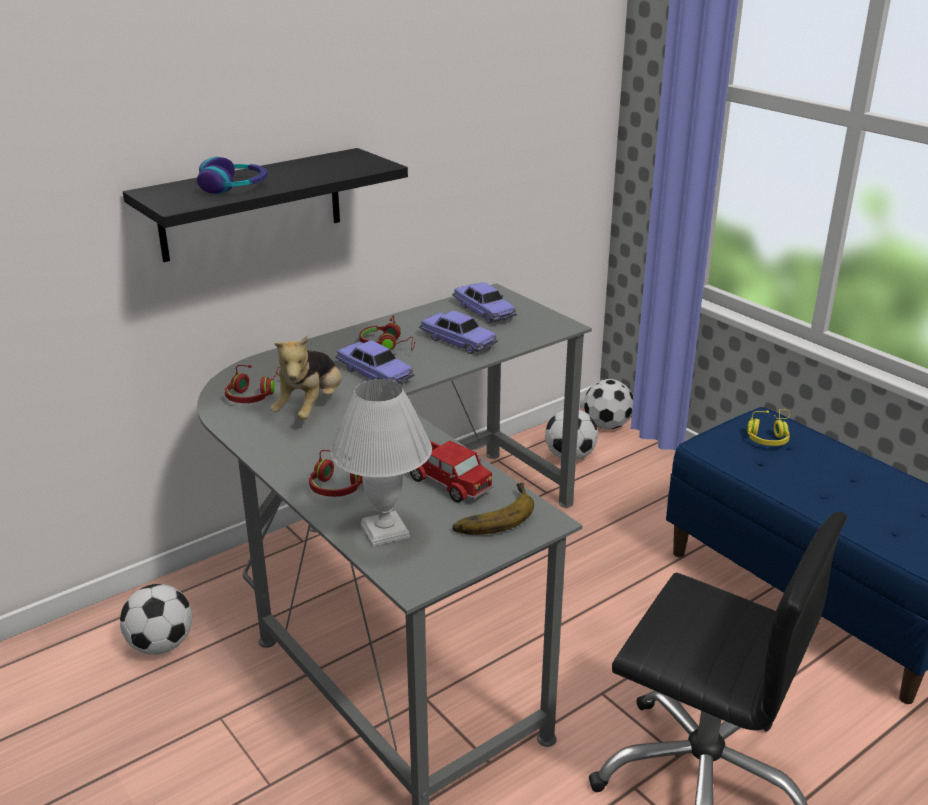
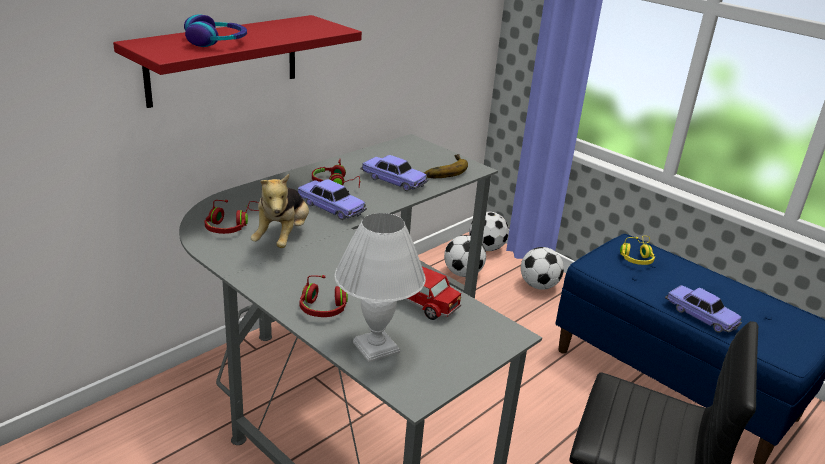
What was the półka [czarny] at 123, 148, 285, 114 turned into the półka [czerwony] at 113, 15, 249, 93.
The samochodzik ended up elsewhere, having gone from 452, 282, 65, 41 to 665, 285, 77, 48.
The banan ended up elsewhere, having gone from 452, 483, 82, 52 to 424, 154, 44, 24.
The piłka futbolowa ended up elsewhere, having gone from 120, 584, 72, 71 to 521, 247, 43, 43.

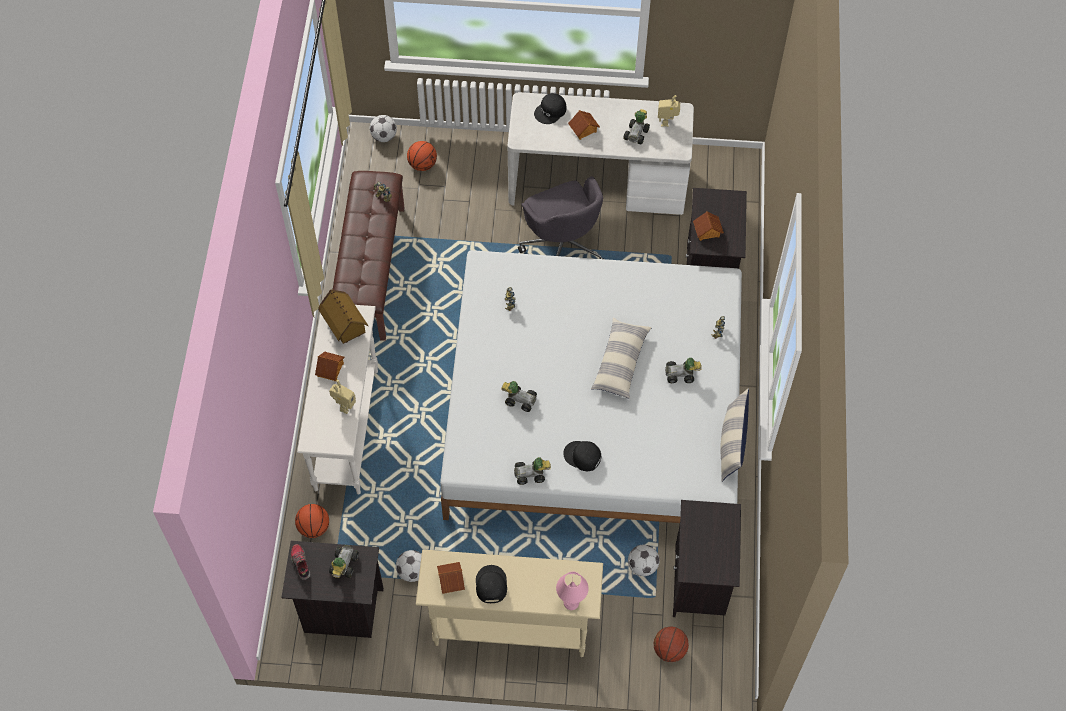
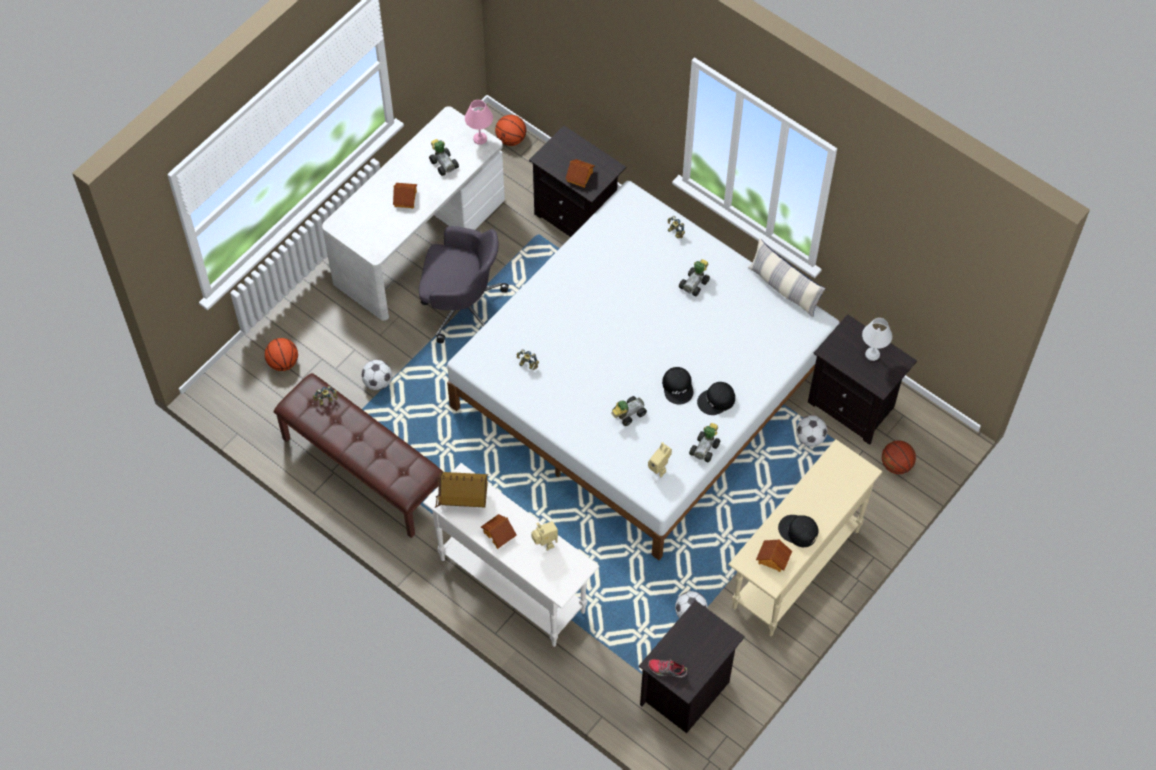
The czapka z daszkiem [czarny] ended up elsewhere, having gone from 534, 93, 33, 31 to 662, 367, 31, 37.
The robot zabawkowy ended up elsewhere, having gone from 658, 95, 22, 32 to 648, 442, 24, 35.
The piłka futbolowa ended up elsewhere, having gone from 370, 115, 27, 27 to 361, 360, 31, 30.
The second view lost the poduszka at 591, 318, 60, 81.
The piłka do koszykówki ended up elsewhere, having gone from 295, 504, 34, 34 to 495, 115, 31, 31.
The second view lost the samochodzik at 329, 545, 30, 33.
The lampa stołowa [różowy] ended up elsewhere, having gone from 556, 571, 33, 39 to 465, 100, 28, 45.
The second view gained the lampa stołowa [biały] at 862, 318, 30, 43.

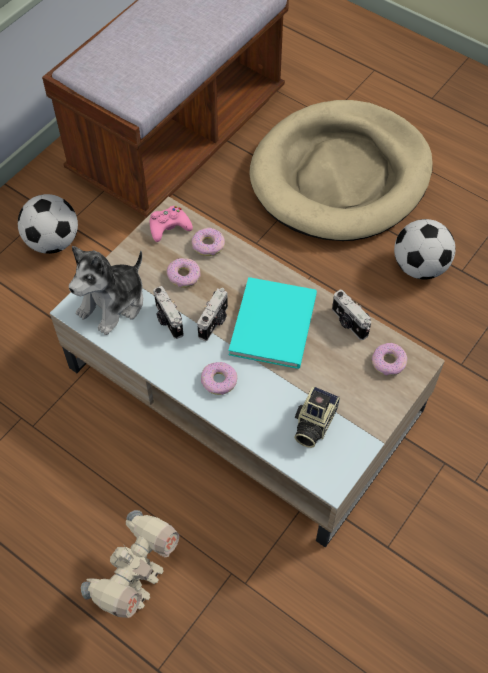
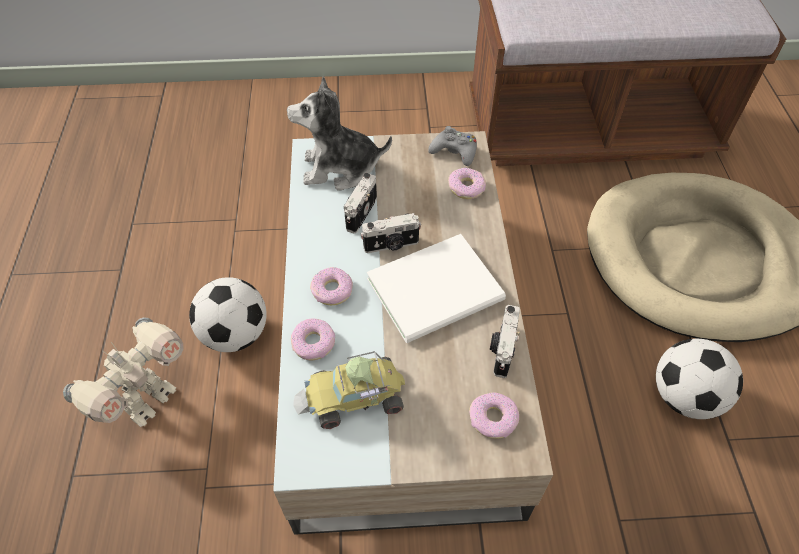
The piłka futbolowa ended up elsewhere, having gone from 18, 194, 60, 60 to 189, 277, 78, 75.
What was the pad do gier [różowy] at 150, 206, 43, 36 turned into the pad do gier [szary] at 428, 126, 49, 40.
The donut ended up elsewhere, having gone from 166, 258, 35, 30 to 291, 318, 44, 42.
What was the książka [turkusowy] at 229, 277, 88, 92 turned into the książka [biały] at 367, 234, 139, 109.
Where the aparat fotograficzny stood at 294, 386, 46, 62, the samochodzik came to stand at 293, 351, 112, 78.
The robot zabawkowy at 81, 510, 98, 108 ended up facing another way, 45 degrees counterclockwise from before.

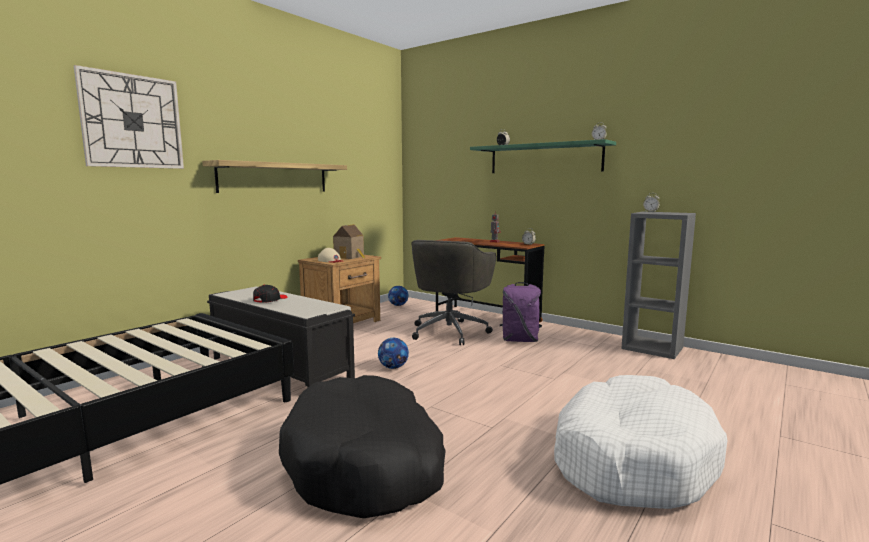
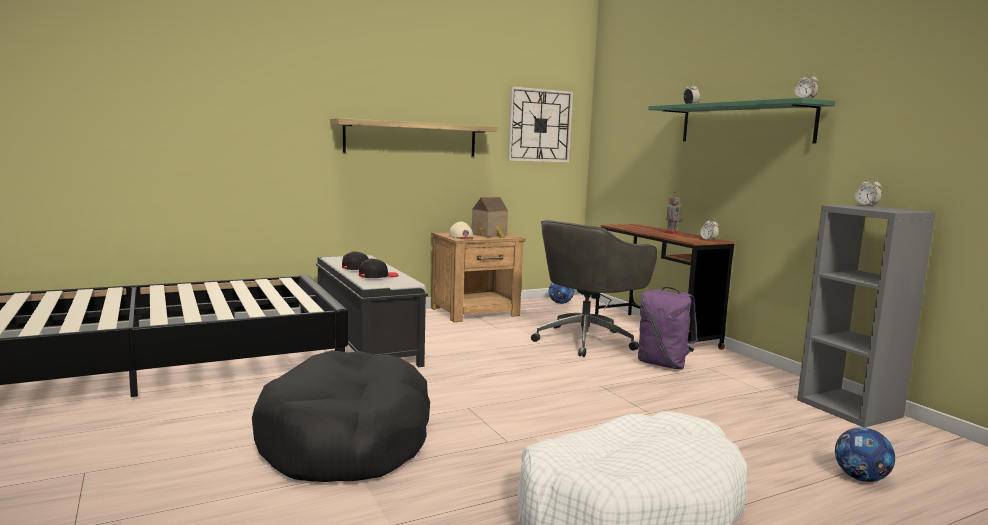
The zegar ścienny ended up elsewhere, having gone from 74, 65, 110, 104 to 508, 86, 65, 76.
The piłka futbolowa ended up elsewhere, having gone from 378, 338, 31, 31 to 835, 427, 60, 55.
The second view gained the czapka z daszkiem [czarny] at 359, 258, 40, 20.

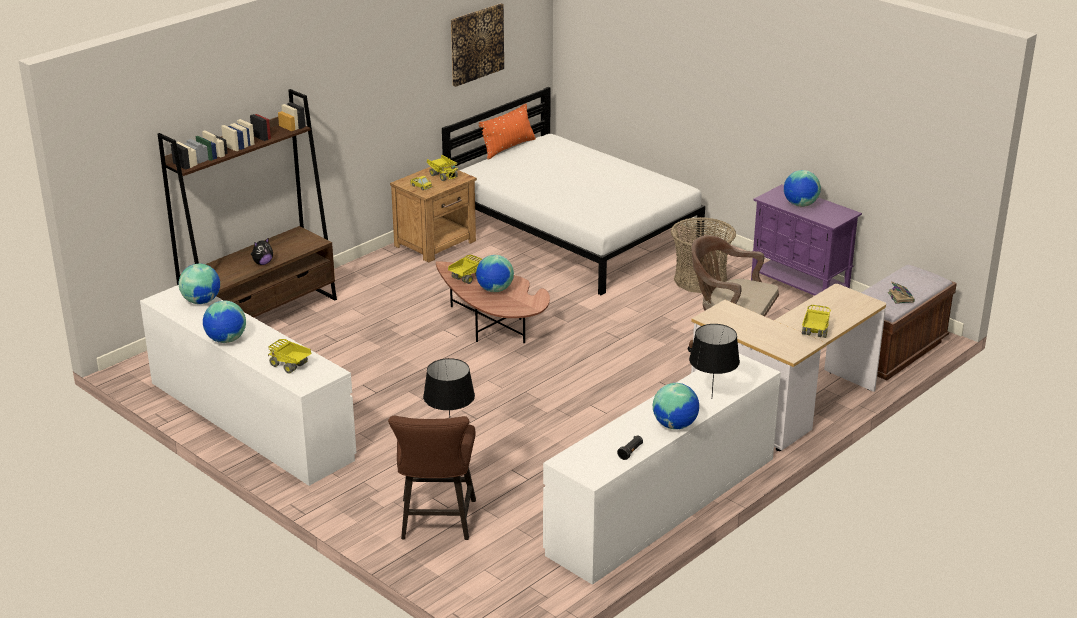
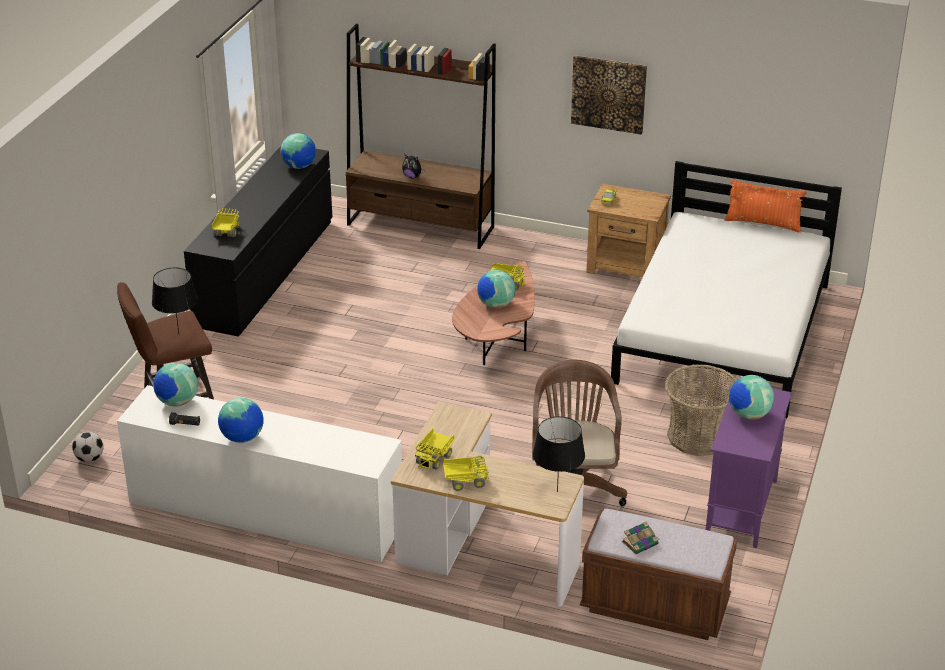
The obraz ended up elsewhere, having gone from 451, 3, 53, 84 to 571, 55, 76, 80.
The ciężarówka zabawkowa ended up elsewhere, having gone from 427, 155, 31, 26 to 415, 428, 39, 42.
What was the komoda [biały] at 140, 285, 216, 201 turned into the komoda [czarny] at 184, 146, 148, 191.
The globus ended up elsewhere, having gone from 203, 301, 43, 42 to 153, 363, 45, 44.
The lampa stołowa [czarny] ended up elsewhere, having gone from 689, 324, 51, 71 to 533, 416, 52, 76.
The second view gained the piłka futbolowa at 72, 432, 32, 30.

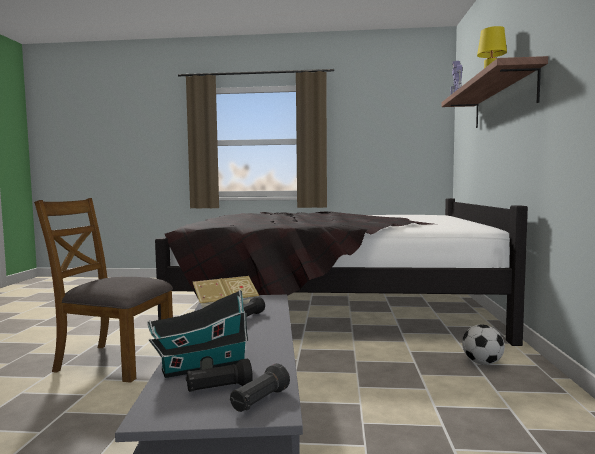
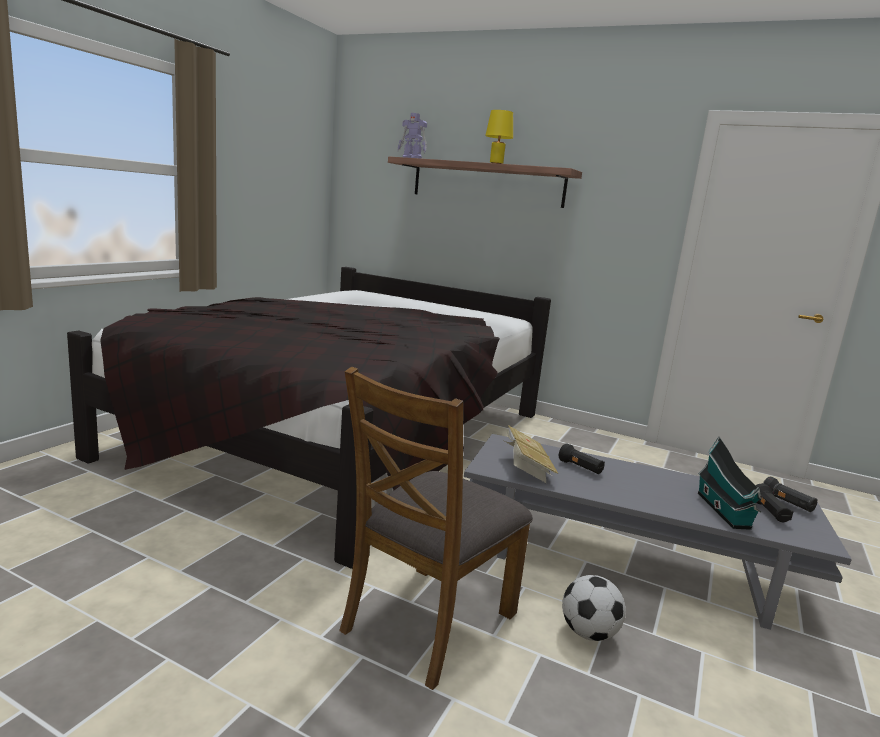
The piłka futbolowa ended up elsewhere, having gone from 462, 324, 43, 41 to 562, 575, 64, 66.

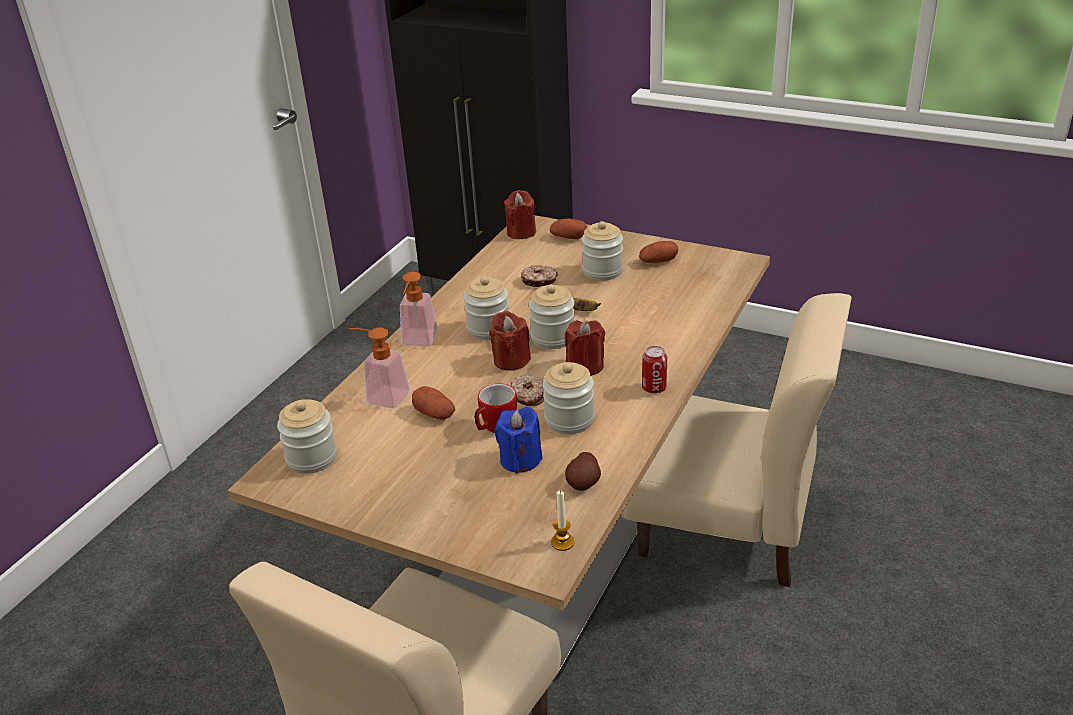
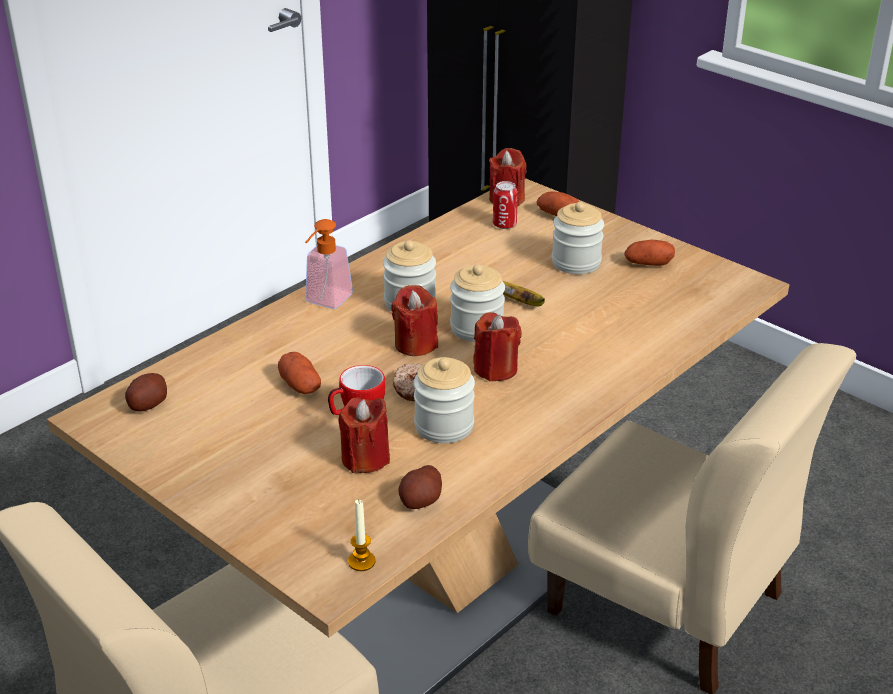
The second view lost the donut at 521, 265, 37, 22.
The second view lost the dozownik mydła at 349, 327, 61, 82.
The puszka ended up elsewhere, having gone from 642, 346, 25, 48 to 493, 181, 25, 48.
Where the słoik stood at 277, 399, 60, 75, the ziemniak came to stand at 125, 373, 42, 39.
What was the świeca [niebieski] at 495, 407, 47, 67 turned into the świeca [czerwony] at 338, 397, 52, 76.

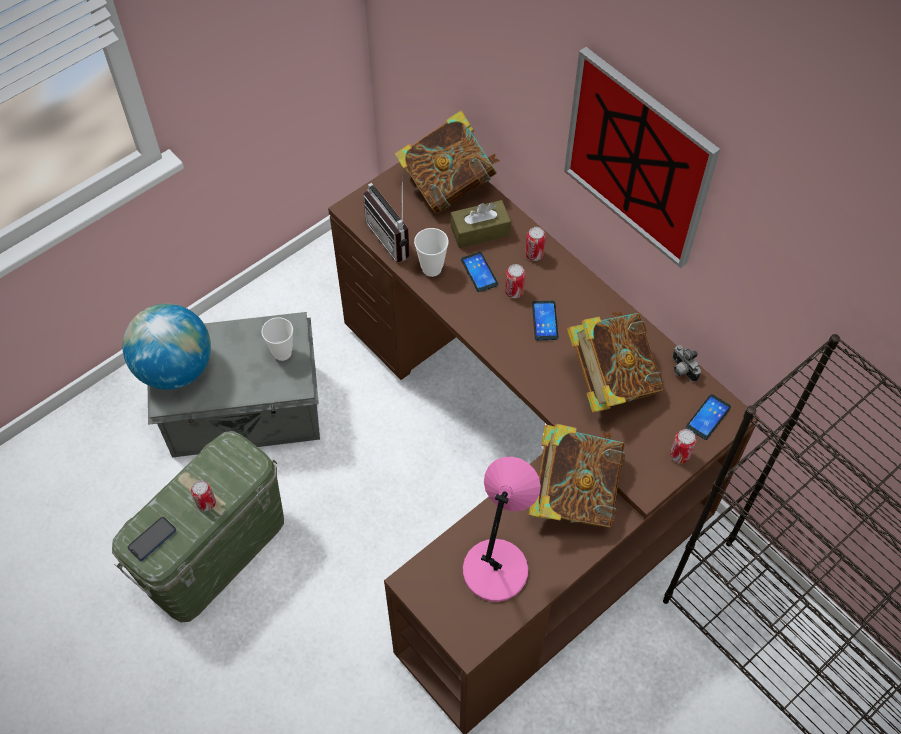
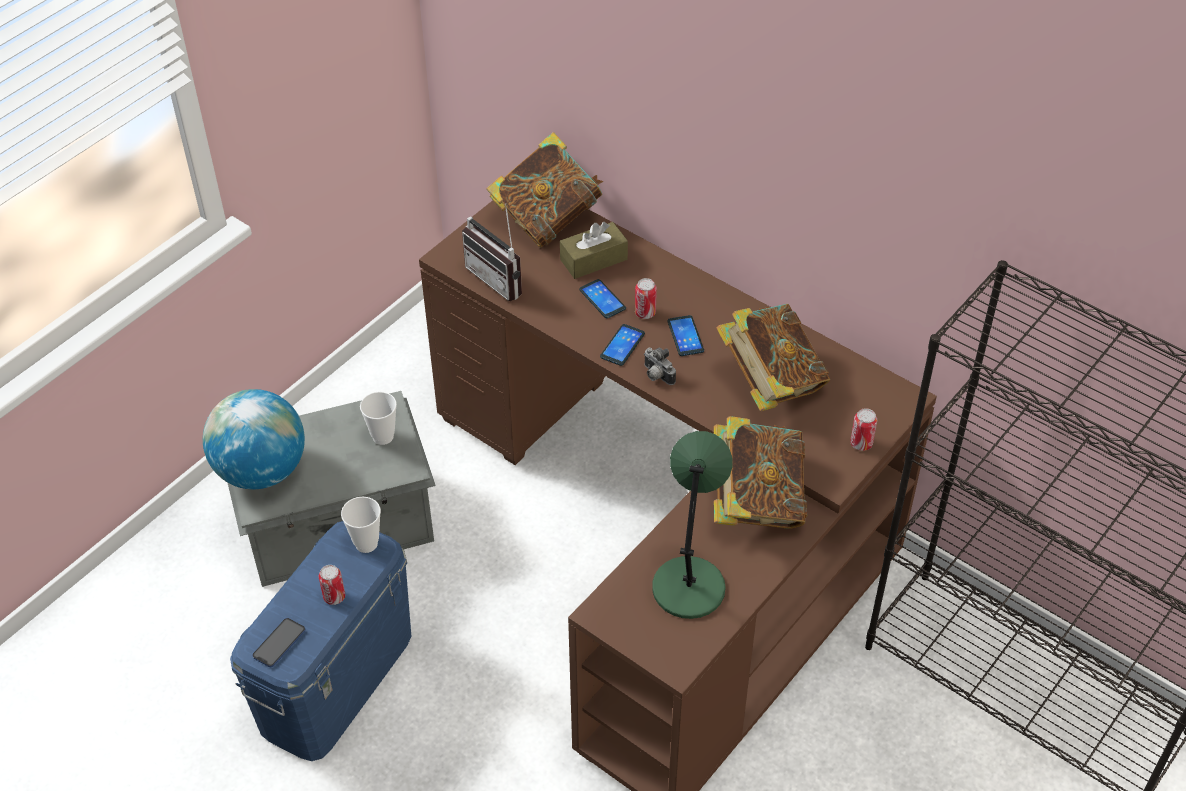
The second view lost the obraz at 564, 47, 156, 221.
The second view lost the puszka at 525, 227, 21, 34.
The filiżanka ended up elsewhere, having gone from 414, 228, 35, 49 to 341, 497, 40, 56.
The aparat fotograficzny ended up elsewhere, having gone from 672, 345, 29, 37 to 644, 348, 32, 37.
The telefon ended up elsewhere, having gone from 686, 394, 45, 46 to 600, 324, 45, 42.
What was the pojemnik do przechowywania [zielony] at 112, 431, 172, 191 turned into the pojemnik do przechowywania [niebieski] at 230, 521, 181, 240.
What was the lampa stołowa [różowy] at 463, 456, 78, 146 turned into the lampa stołowa [zielony] at 652, 431, 80, 188.

